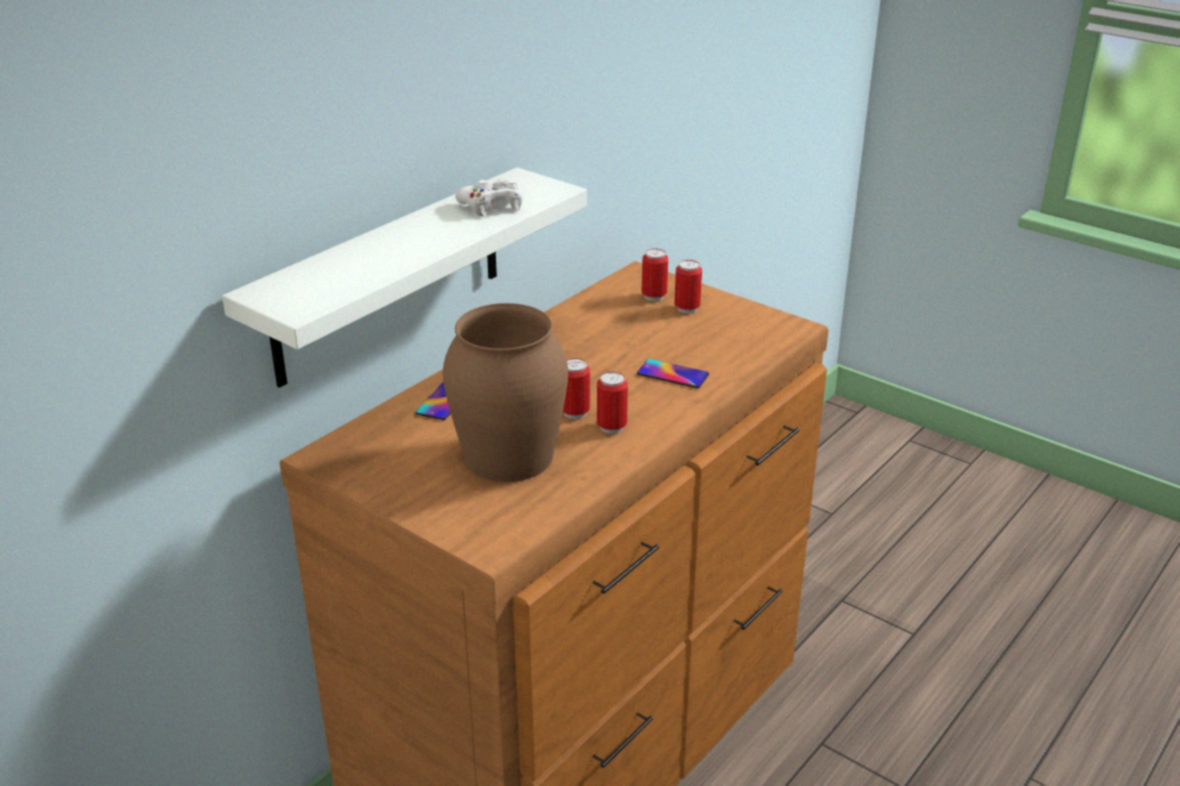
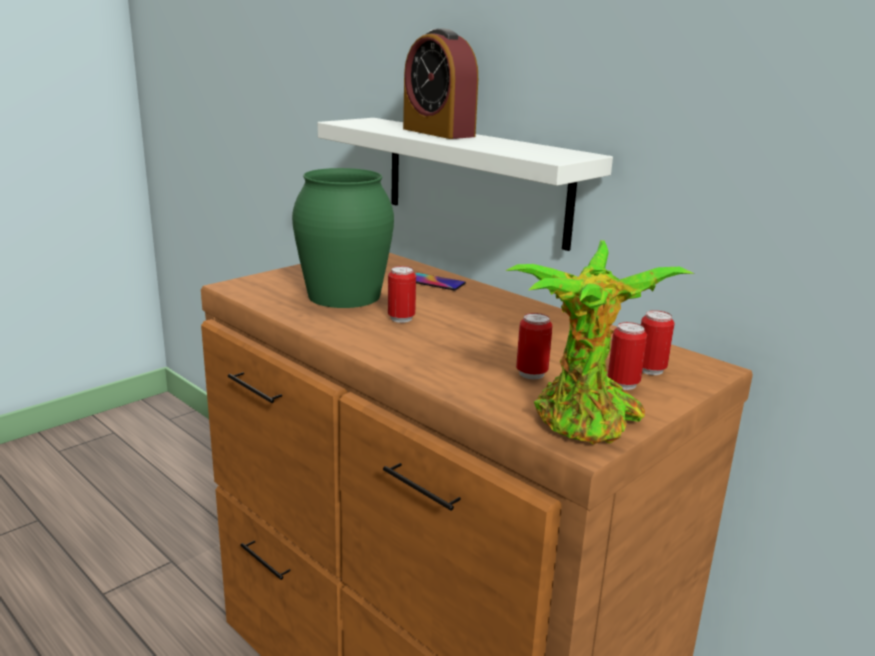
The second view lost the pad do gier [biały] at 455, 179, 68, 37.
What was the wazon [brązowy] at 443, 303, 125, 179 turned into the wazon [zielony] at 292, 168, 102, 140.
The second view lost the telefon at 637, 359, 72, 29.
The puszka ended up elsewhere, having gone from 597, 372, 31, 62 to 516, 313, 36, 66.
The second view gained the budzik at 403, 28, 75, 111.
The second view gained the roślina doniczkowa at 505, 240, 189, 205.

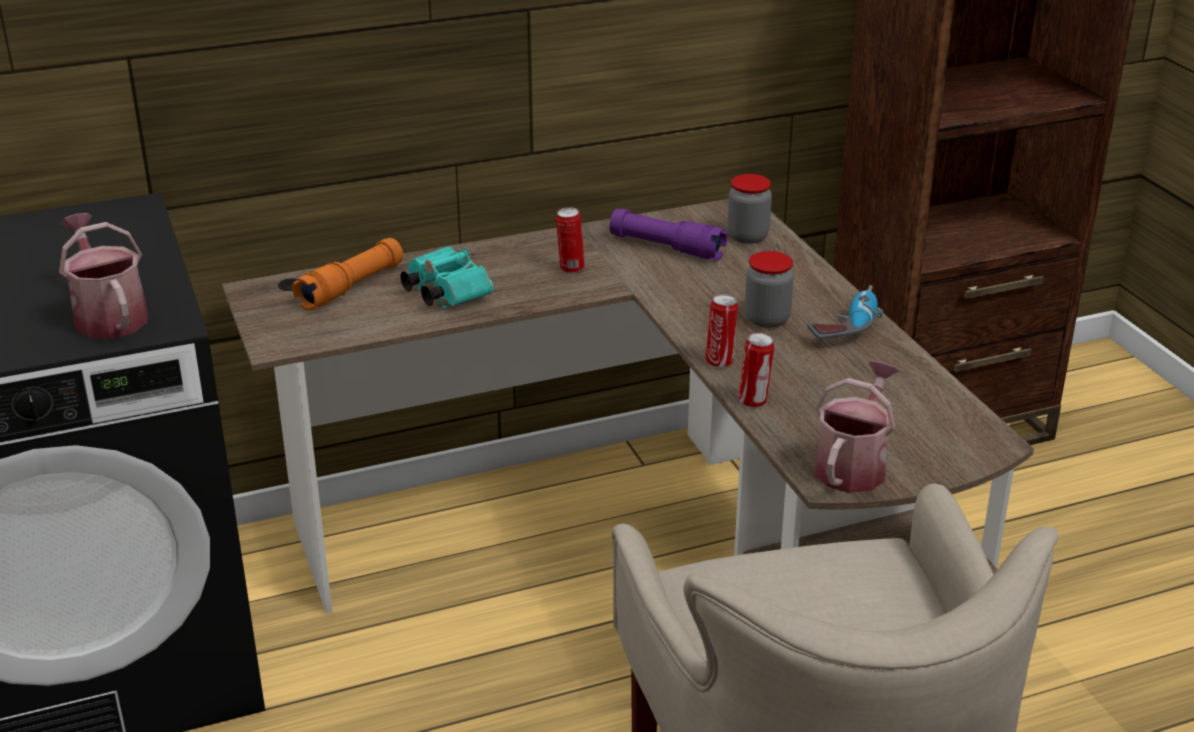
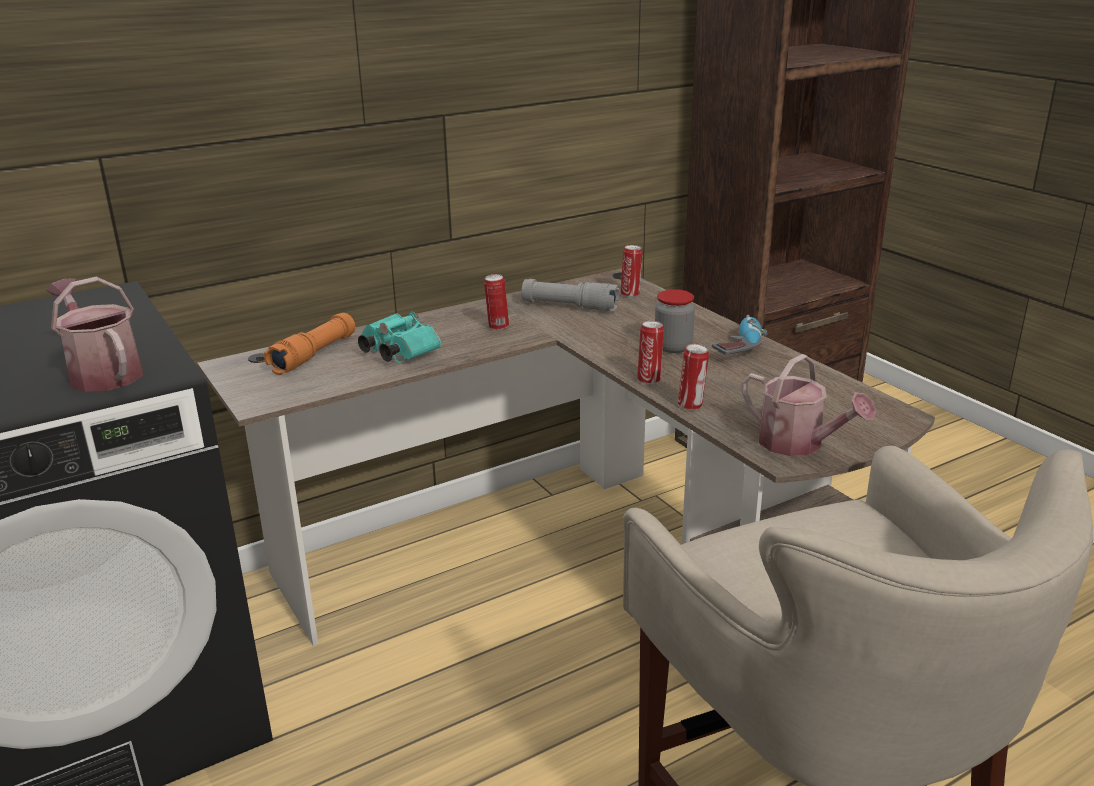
Where the słoik stood at 727, 174, 45, 70, the puszka came to stand at 621, 245, 22, 52.
What was the latarka [fioletowy] at 610, 209, 117, 52 turned into the latarka [szary] at 521, 279, 98, 32.
The konewka at 815, 361, 85, 132 ended up facing another way, 120 degrees clockwise from before.

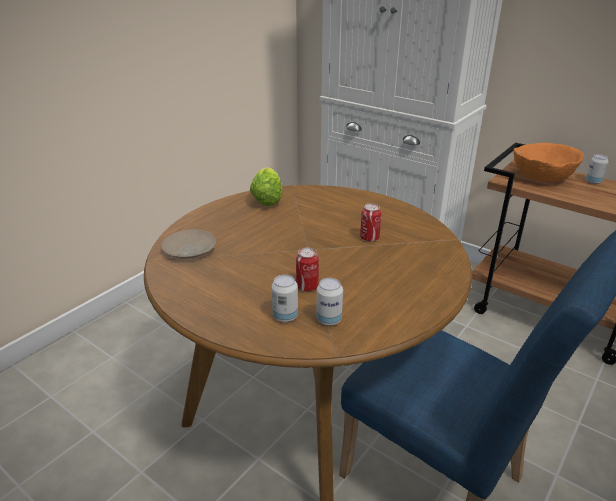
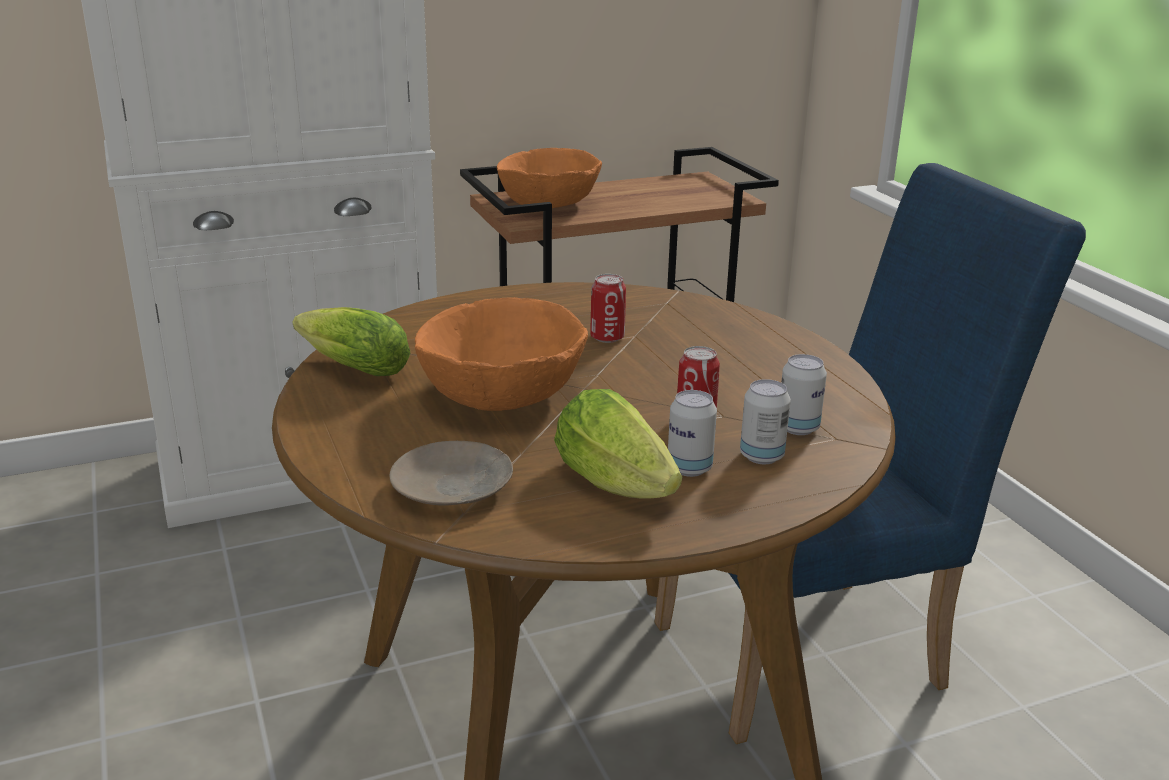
The puszka ended up elsewhere, having gone from 585, 154, 24, 30 to 668, 390, 49, 87.
The second view gained the miska [pomarańczowy] at 415, 297, 173, 114.
The second view gained the sałata at 554, 389, 128, 110.

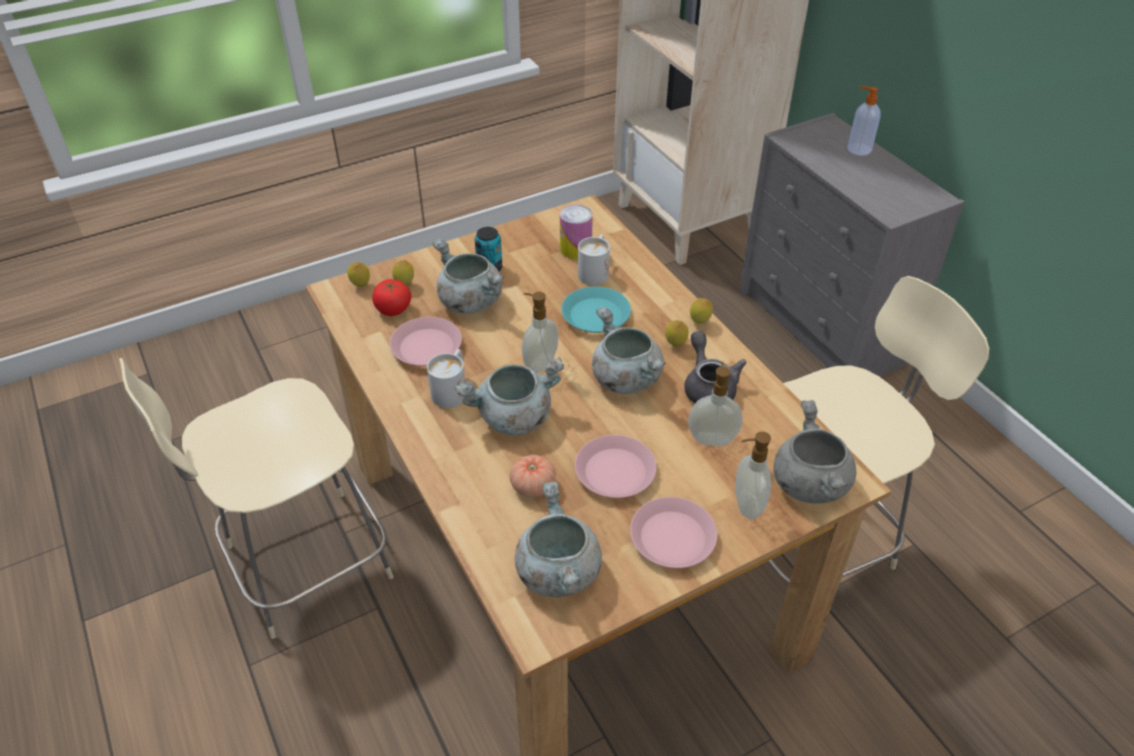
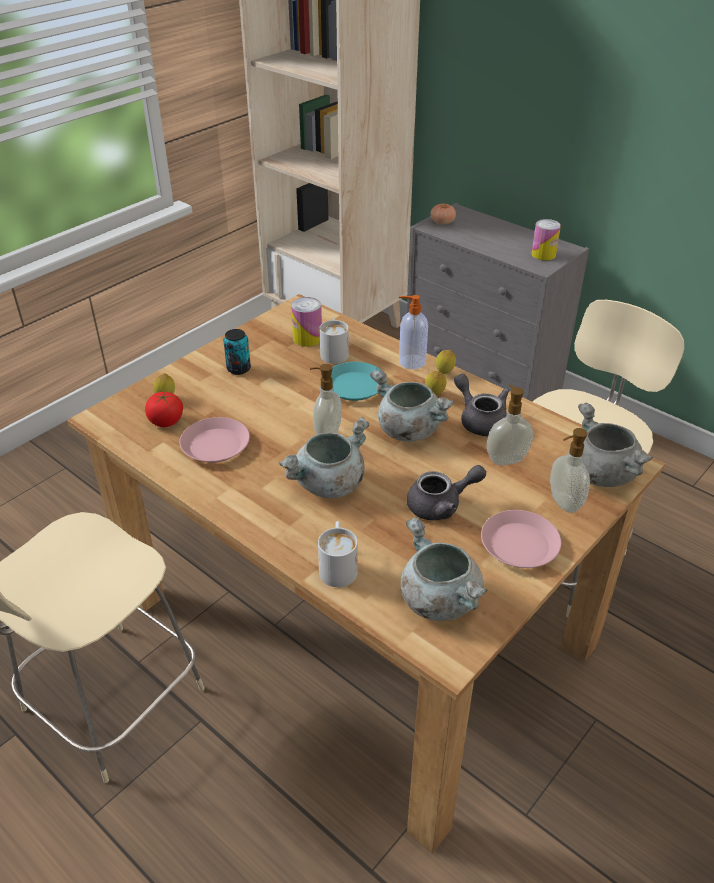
The dozownik mydła ended up elsewhere, having gone from 848, 86, 32, 70 to 399, 295, 29, 74.
The second view lost the garnek [szary] at 433, 239, 71, 75.
The second view lost the cytryna at 347, 262, 23, 25.
The kubek [biały] ended up elsewhere, having gone from 427, 349, 38, 59 to 318, 521, 40, 66.
Where the talerz [różowy] stood at 575, 435, 82, 63, the imbryk [szary] came to stand at 407, 465, 79, 56.
The pomidor ended up elsewhere, having gone from 509, 455, 47, 42 to 431, 204, 25, 21.
The second view gained the puszka at 531, 219, 30, 41.

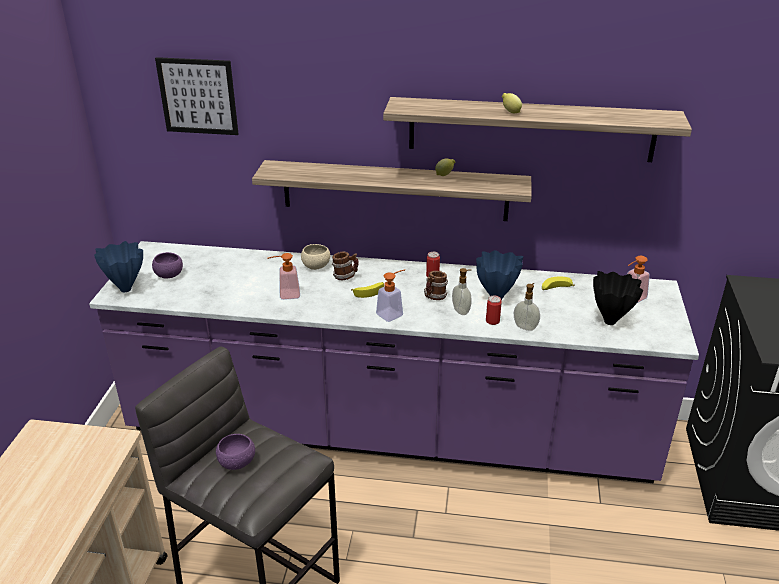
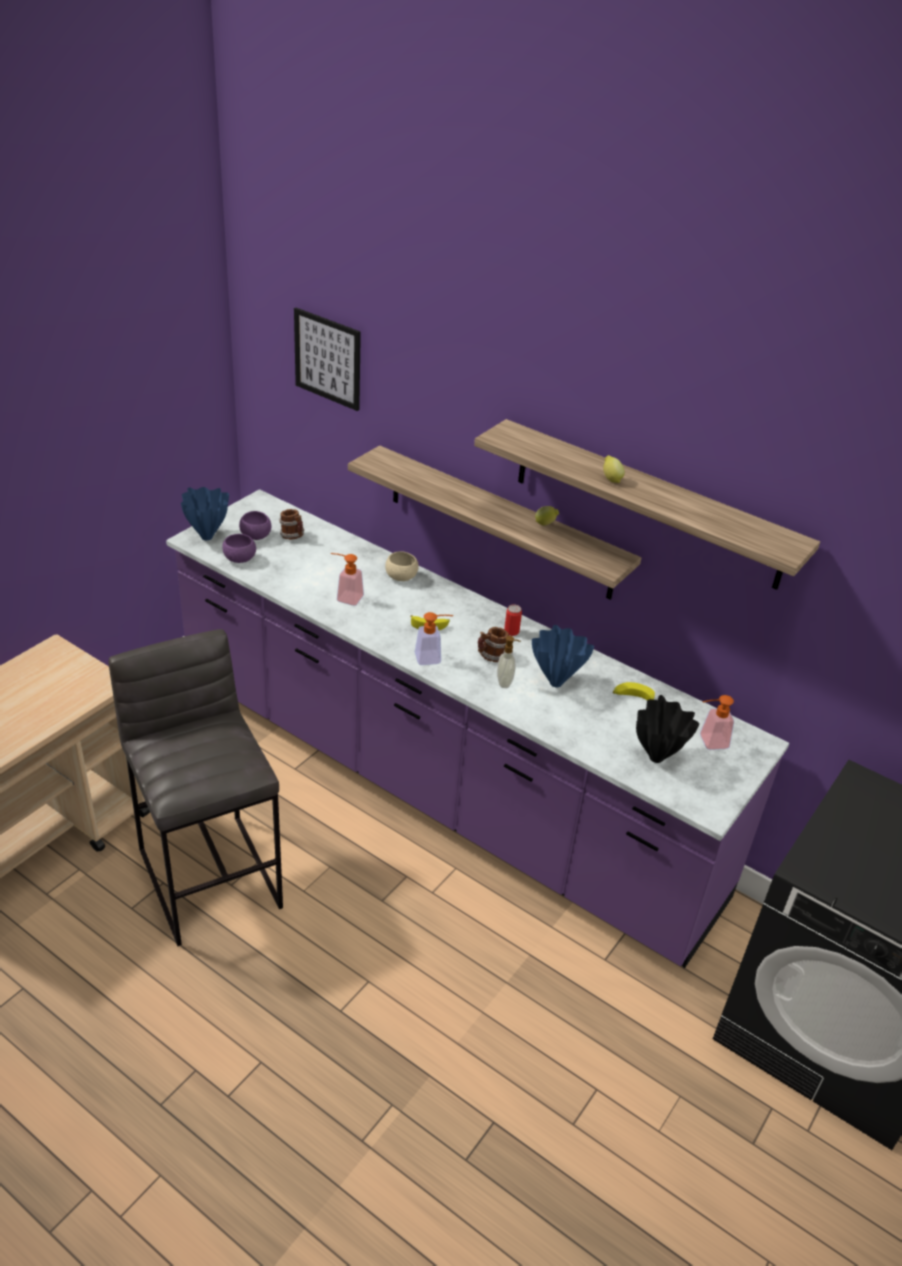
The kubek ended up elsewhere, having gone from 332, 252, 27, 28 to 280, 509, 25, 31.
The second view lost the dozownik mydła at 514, 283, 26, 48.
The second view lost the puszka at 486, 295, 16, 30.
The miska [fioletowy] ended up elsewhere, having gone from 216, 434, 39, 36 to 223, 534, 33, 29.

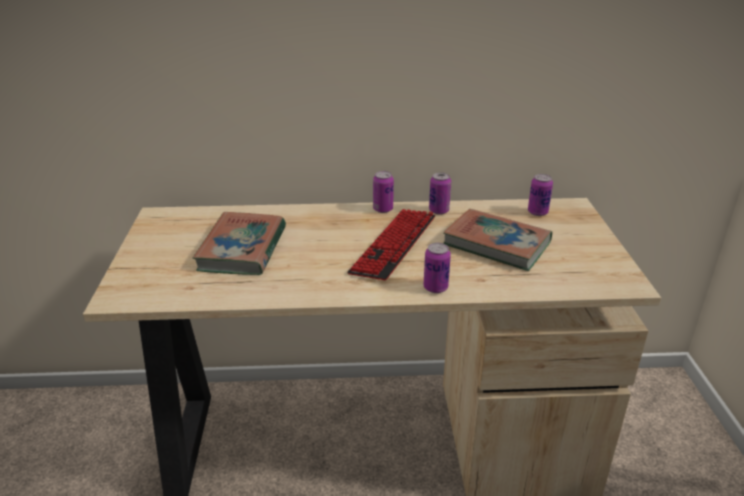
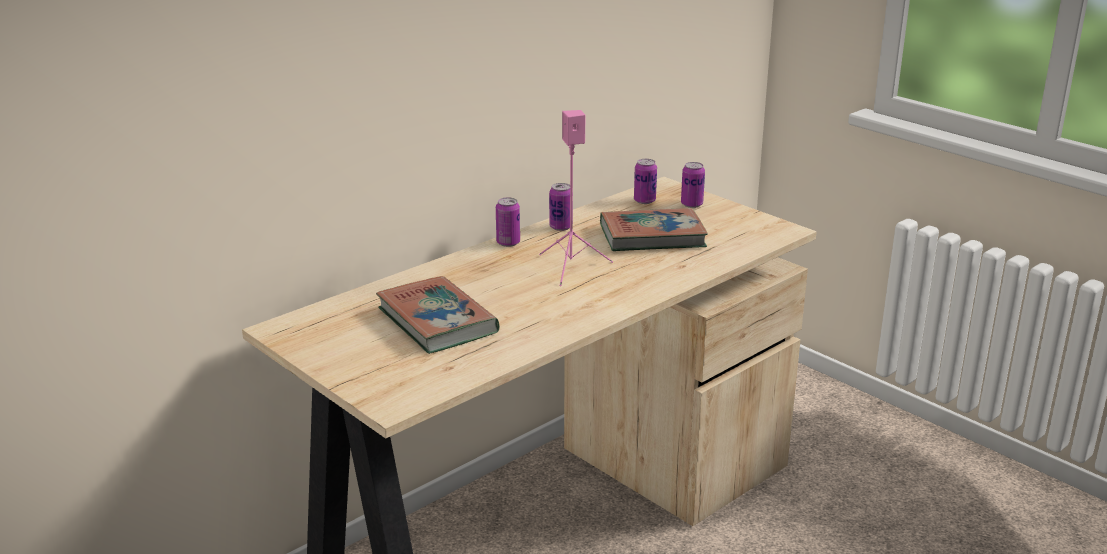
Where the klawiatura stood at 347, 209, 88, 71, the głośnik [różowy] came to stand at 539, 110, 74, 176.
The puszka ended up elsewhere, having gone from 424, 243, 27, 50 to 681, 162, 24, 46.

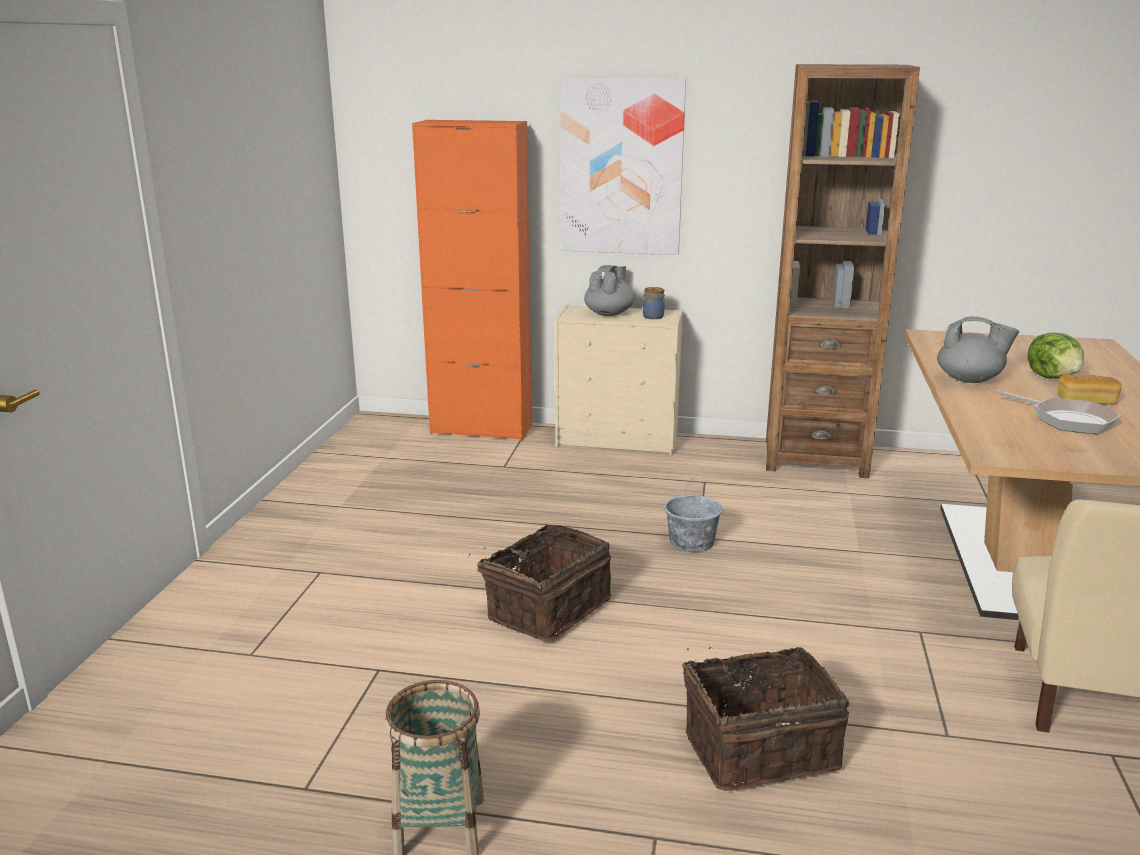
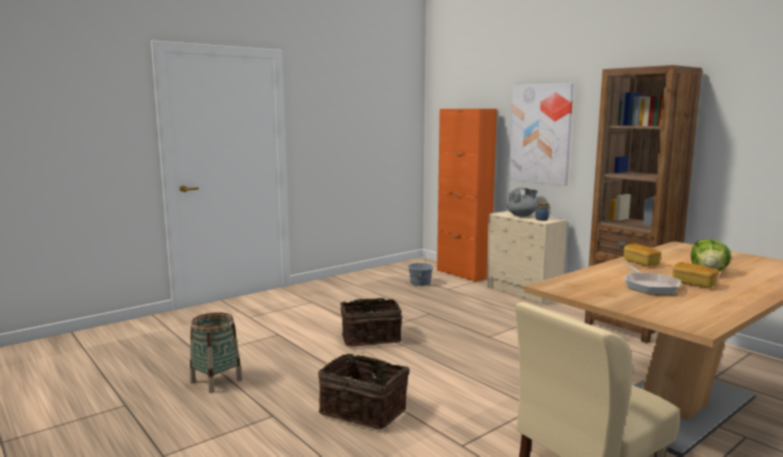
Where the imbryk [szary] stood at 937, 316, 82, 67, the chleb came to stand at 624, 244, 37, 22.
The wiadro [szary] ended up elsewhere, having gone from 664, 478, 59, 74 to 408, 253, 26, 33.

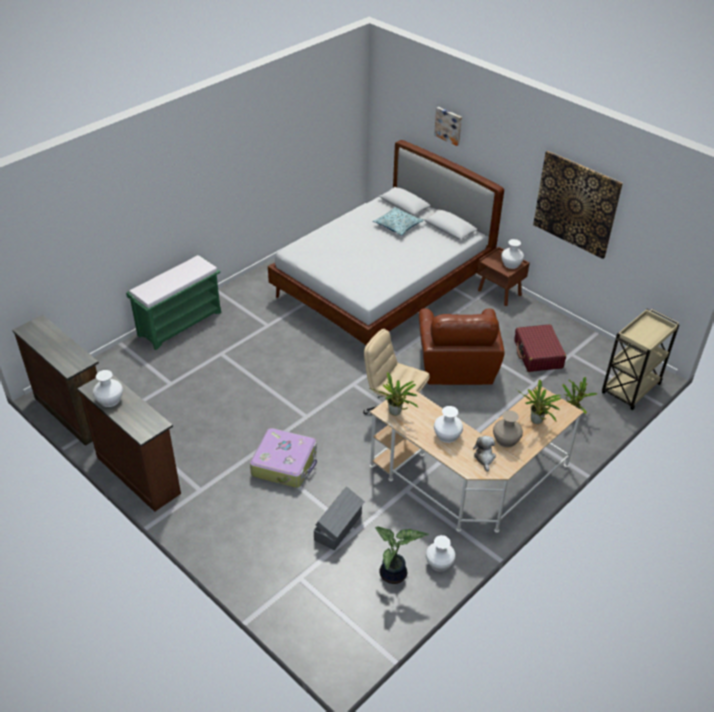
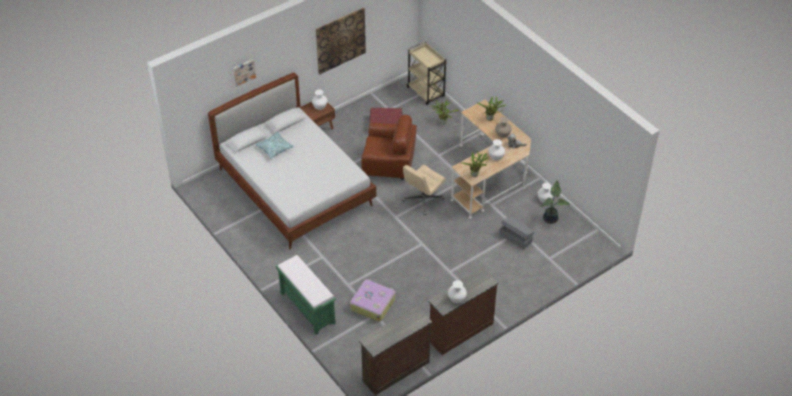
The walizka ended up elsewhere, having gone from 250, 428, 67, 60 to 350, 279, 45, 43.

